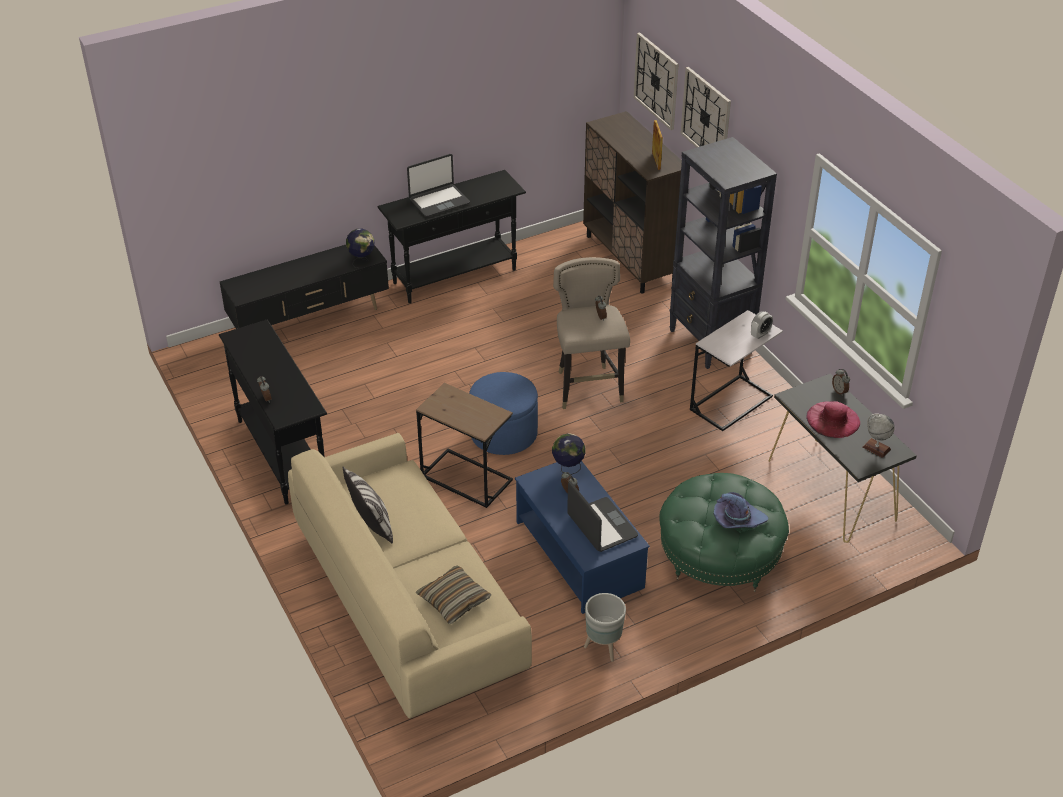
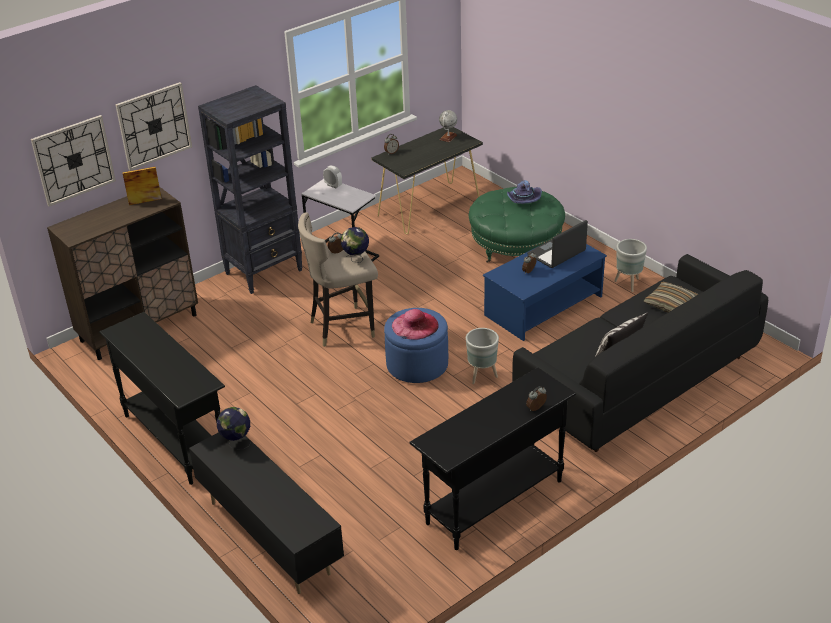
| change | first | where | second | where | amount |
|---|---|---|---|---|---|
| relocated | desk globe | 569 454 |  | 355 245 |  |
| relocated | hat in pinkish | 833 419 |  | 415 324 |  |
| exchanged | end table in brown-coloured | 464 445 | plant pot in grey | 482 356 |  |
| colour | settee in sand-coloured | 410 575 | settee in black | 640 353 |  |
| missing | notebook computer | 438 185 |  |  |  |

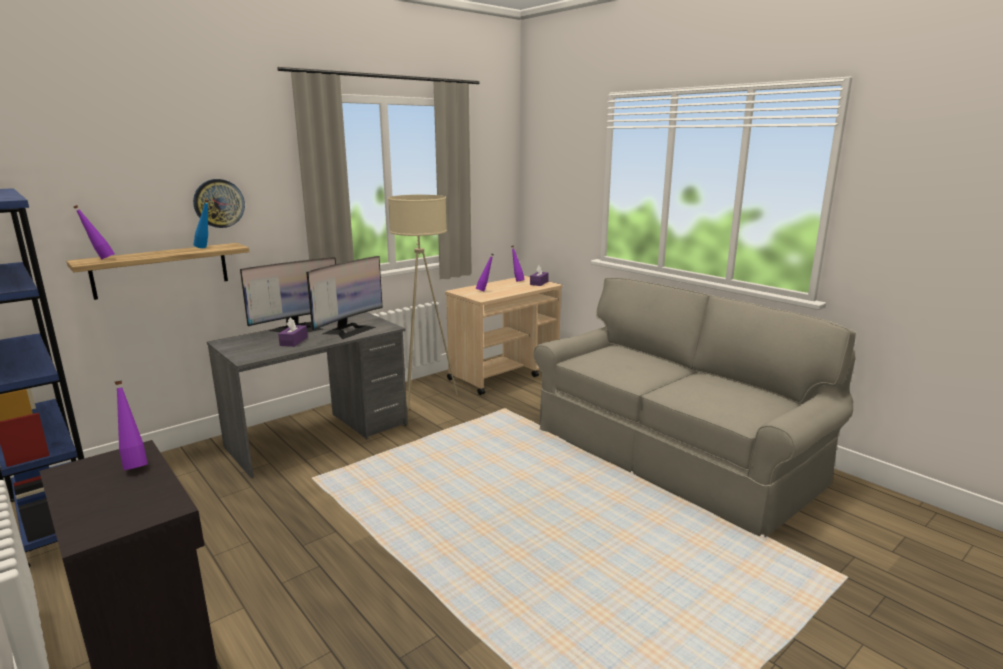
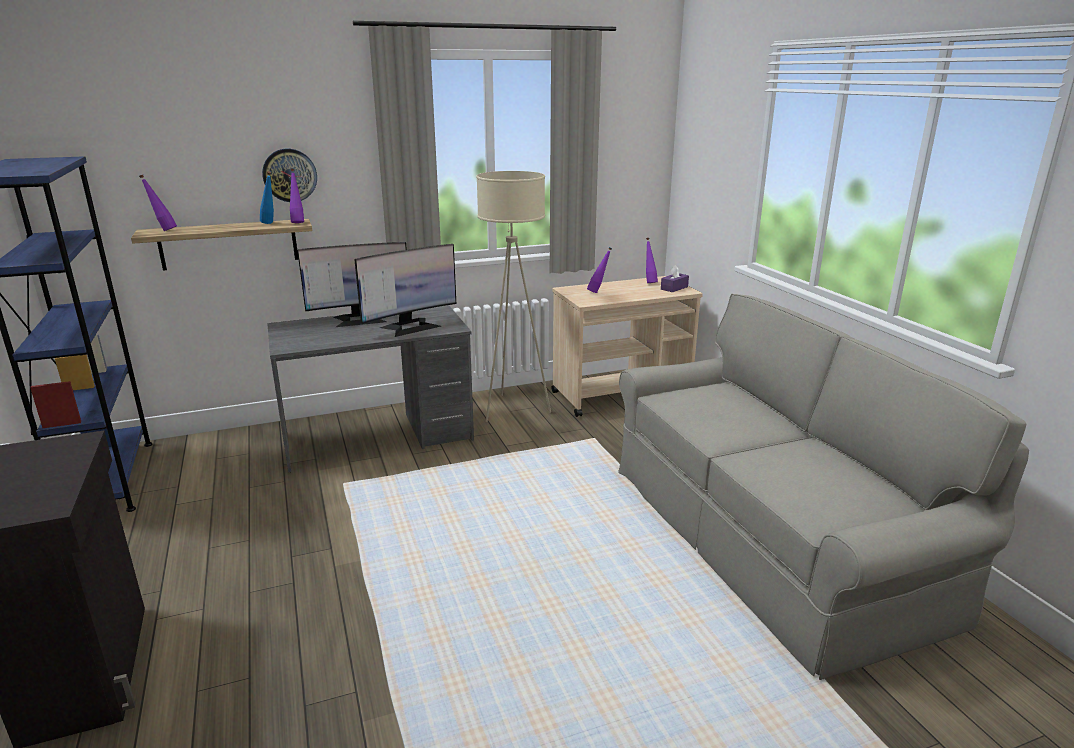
| change | first | where | second | where | amount |
|---|---|---|---|---|---|
| relocated | bottle in purple | 131 425 |  | 297 195 |  |
| missing | tissue box in purple | 293 332 |  |  |  |

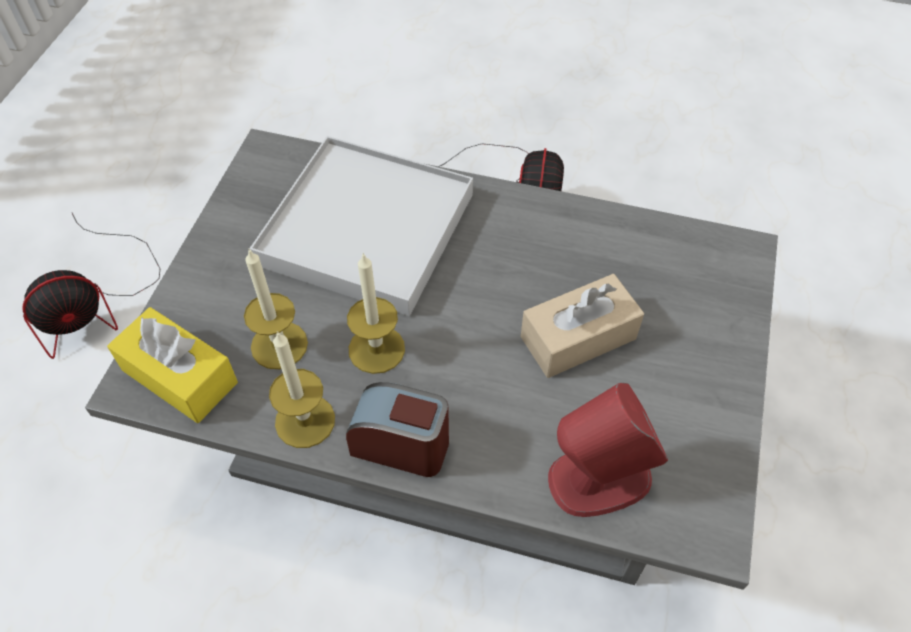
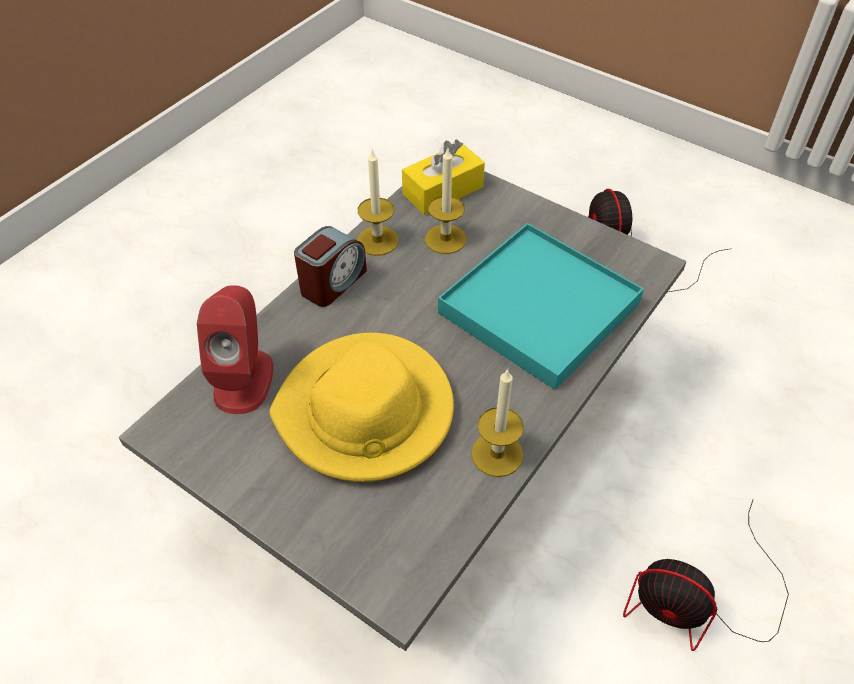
| change | first | where | second | where | amount |
|---|---|---|---|---|---|
| exchanged | tissue box in sand-coloured | 582 326 | hat in yellow-coloured | 361 407 |  |
| colour | tray in white-coloured | 361 226 | tray in blue-green | 541 306 |  |
| relocated | wax candle | 376 313 |  | 497 422 |  |

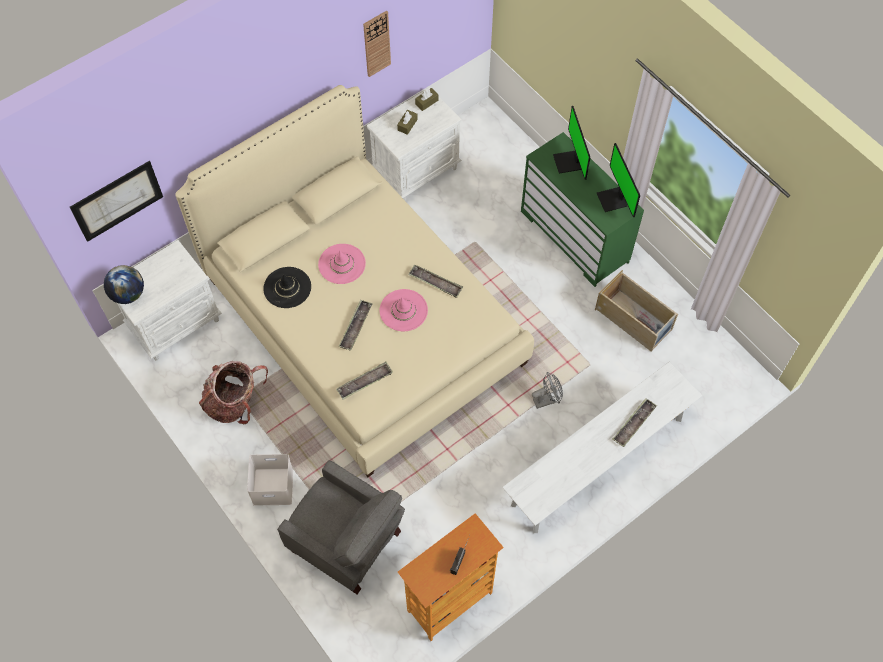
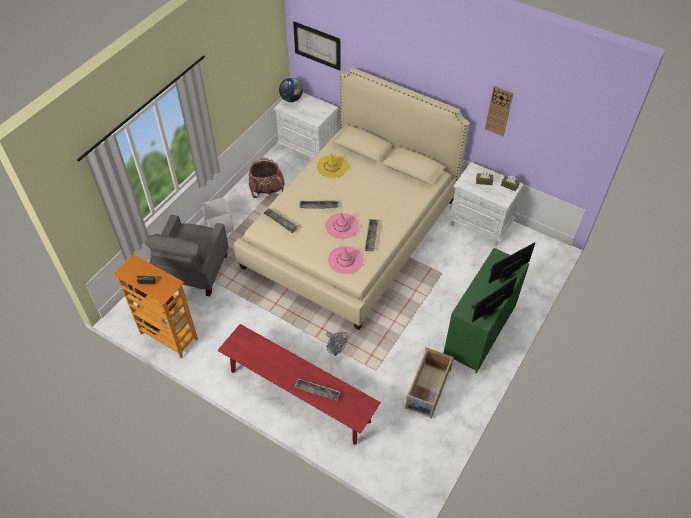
| change | first | where | second | where | amount |
|---|---|---|---|---|---|
| colour | long seat in white-coloured | 602 447 | long seat in red-coloured | 299 384 |  |
| colour | hat in black | 287 287 | hat in yellow-coloured | 332 165 |  |
| relocated | hat in pinkish | 342 264 |  | 345 260 |  |

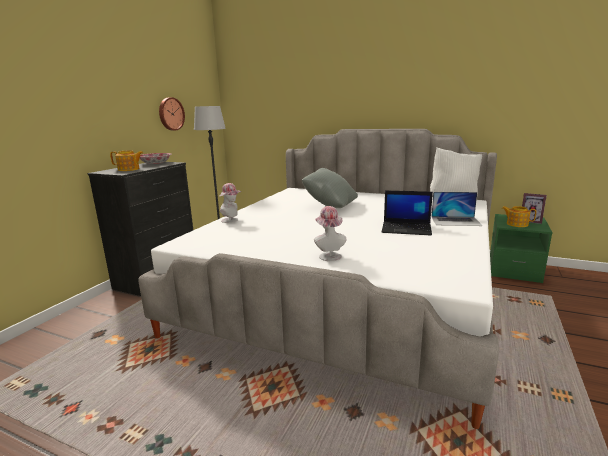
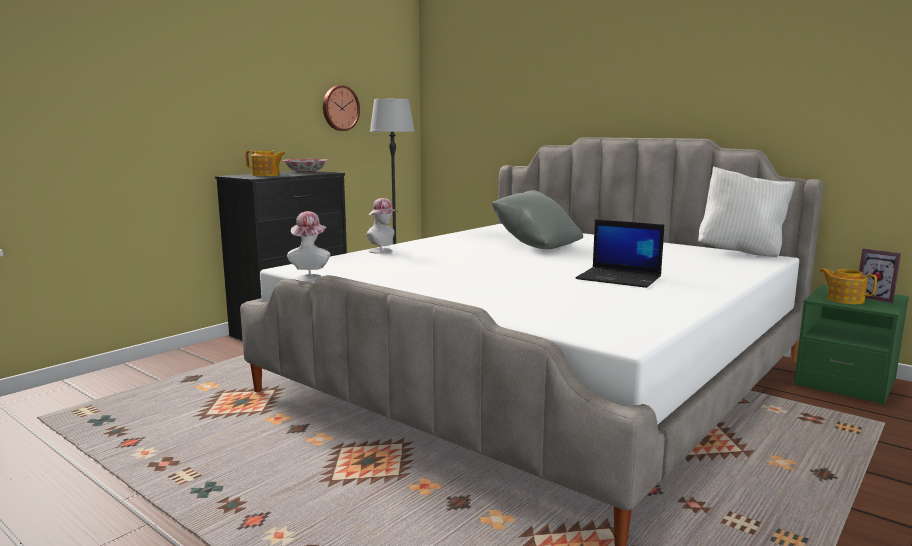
| change | first | where | second | where | amount |
|---|---|---|---|---|---|
| relocated | hat | 330 233 |  | 308 246 |  |
| missing | notebook computer | 456 209 |  |  |  |

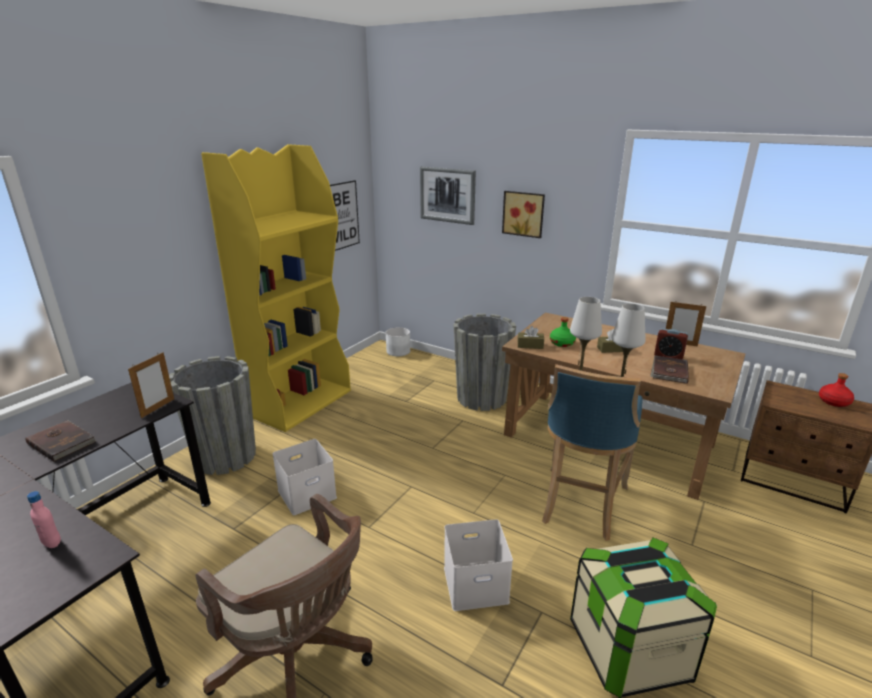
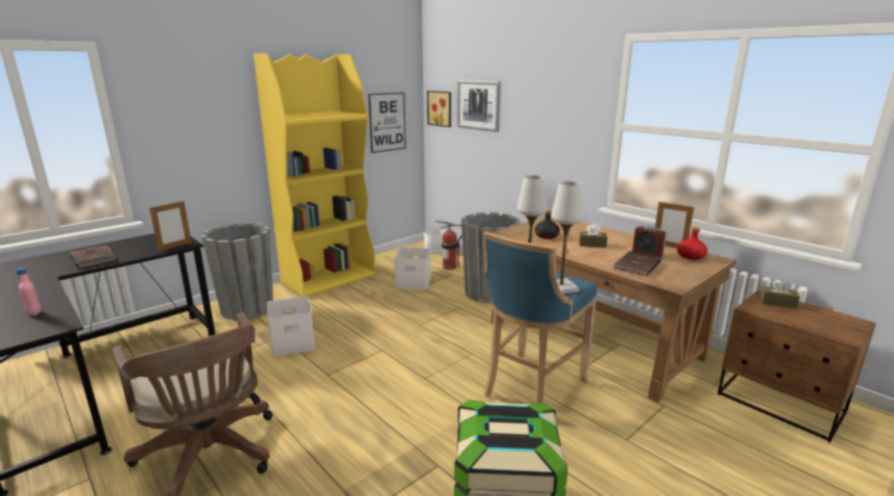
| change | first | where | second | where | amount |
|---|---|---|---|---|---|
| relocated | storage bin in white-coloured | 478 565 |  | 412 268 |  |
| relocated | wall art | 523 214 |  | 439 109 |  |
| appeared |  |  | extinguisher | 449 245 |  |
| colour | bottle in green | 563 332 | bottle in black | 547 224 |  |
| relocated | bottle in red-coloured | 836 390 |  | 692 243 |  |
| relocated | tissue box in brown-coloured | 531 337 |  | 780 294 |  |

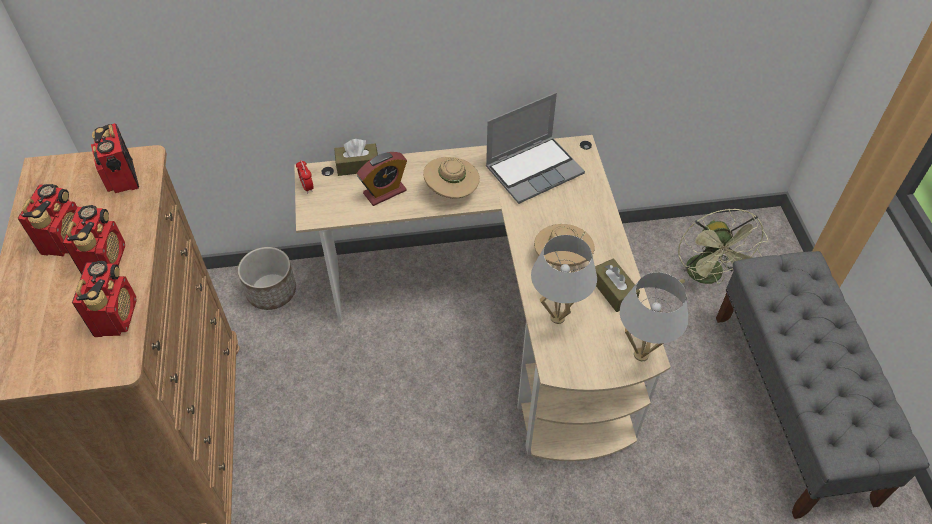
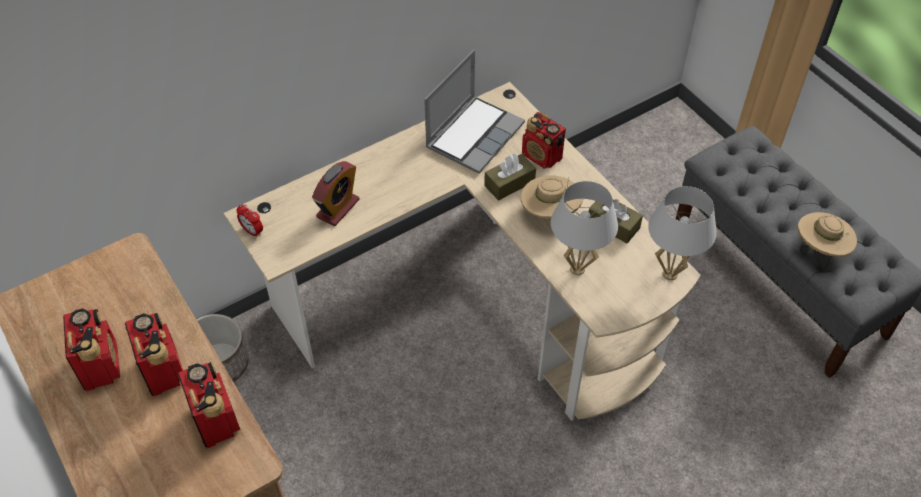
| change | first | where | second | where | amount |
|---|---|---|---|---|---|
| relocated | tissue box in brown-coloured | 356 157 |  | 510 177 |  |
| relocated | radio set | 115 158 |  | 544 140 |  |
| relocated | hat in sand-coloured | 451 178 |  | 827 234 |  |
| missing | electric fan in green | 723 246 |  |  |  |

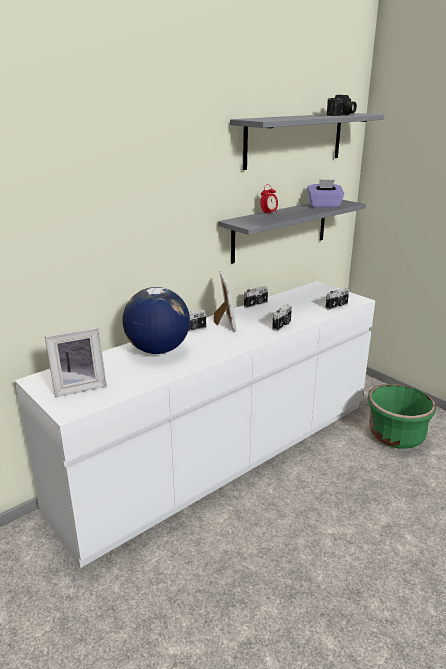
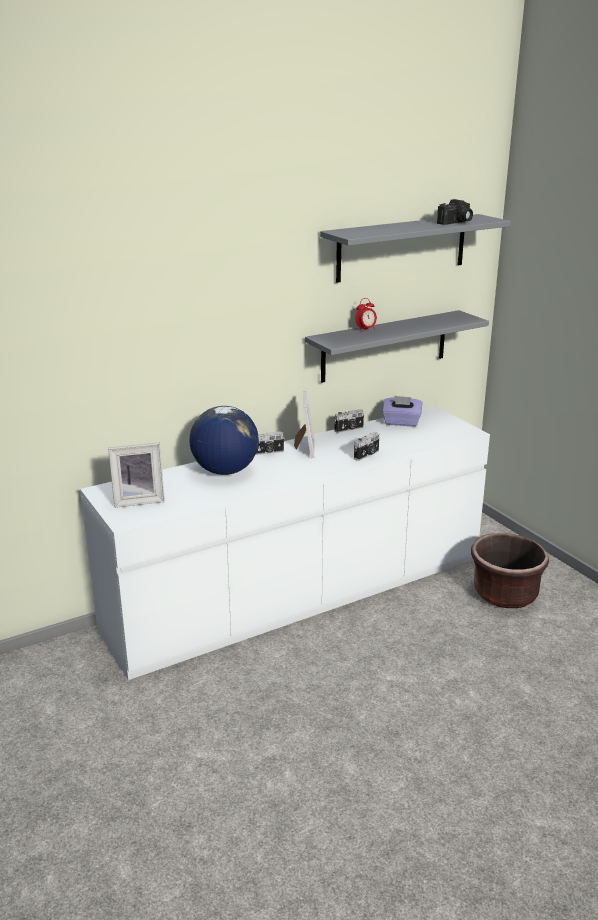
| change | first | where | second | where | amount |
|---|---|---|---|---|---|
| relocated | tissue box in purple | 325 193 |  | 403 411 |  |
| colour | plant pot in green | 401 416 | plant pot in brown-coloured | 510 570 |  |
| missing | photo camera | 337 298 |  |  |  |

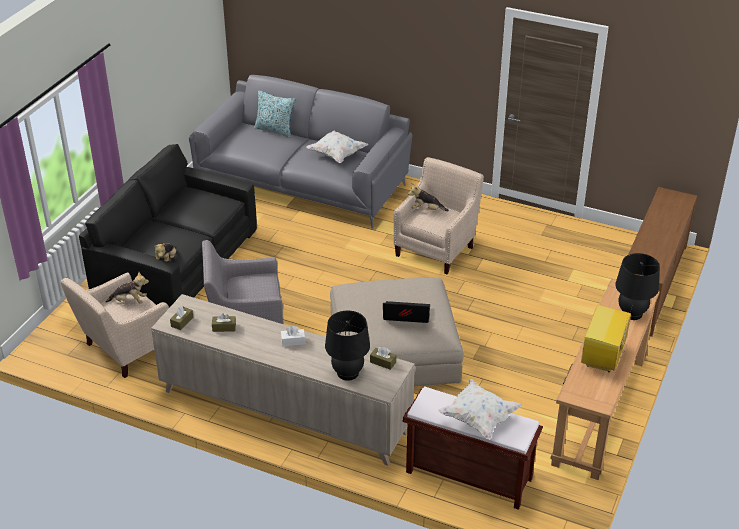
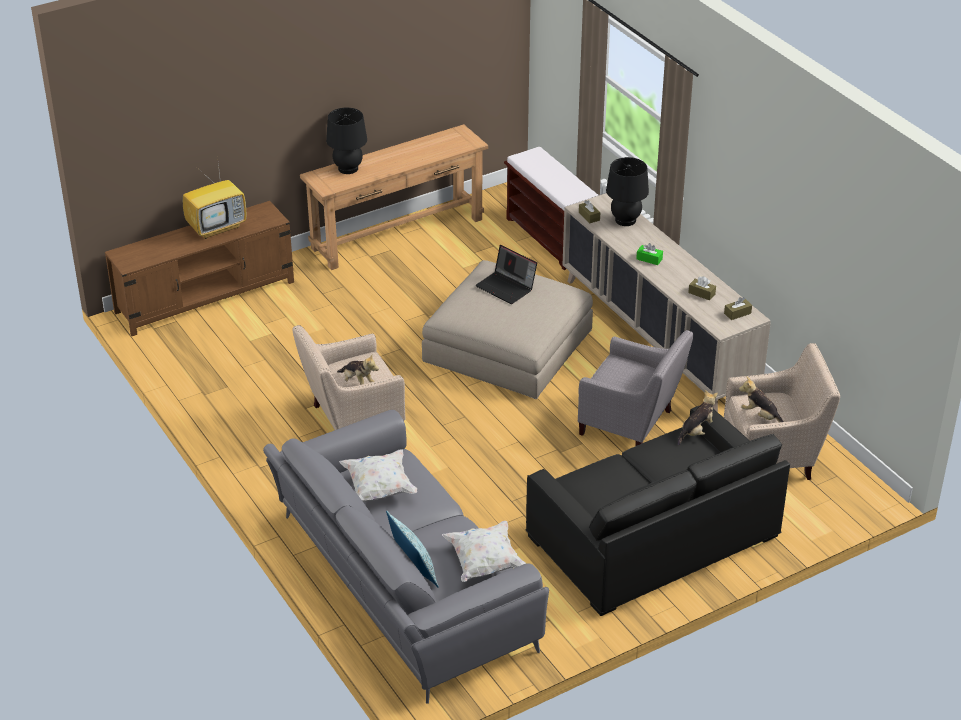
| change | first | where | second | where | amount |
|---|---|---|---|---|---|
| relocated | television | 606 338 |  | 214 197 |  |
| relocated | cushion in white-coloured | 480 409 |  | 484 551 |  |
| colour | tissue box in white-coloured | 293 336 | tissue box in green | 649 254 |  |

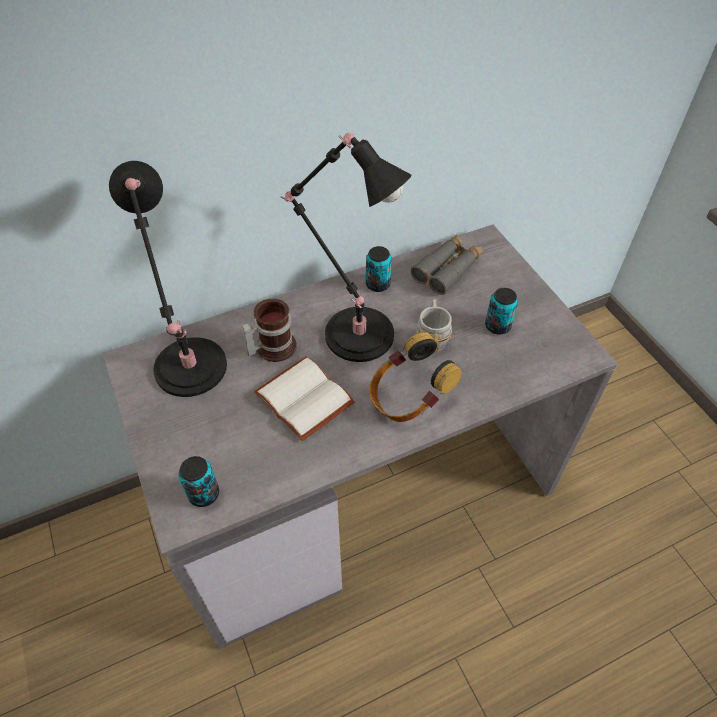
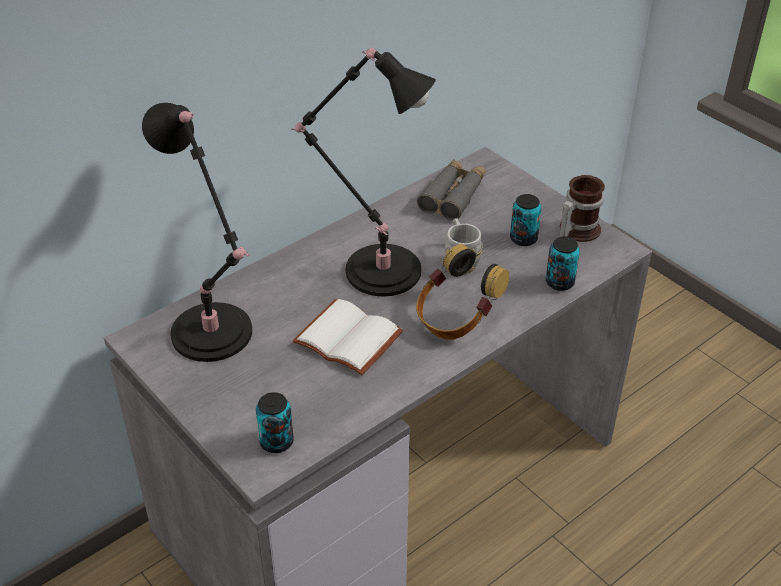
| change | first | where | second | where | amount |
|---|---|---|---|---|---|
| relocated | can | 379 269 |  | 563 264 |  |
| relocated | coffee mug | 269 330 |  | 582 208 |  |

